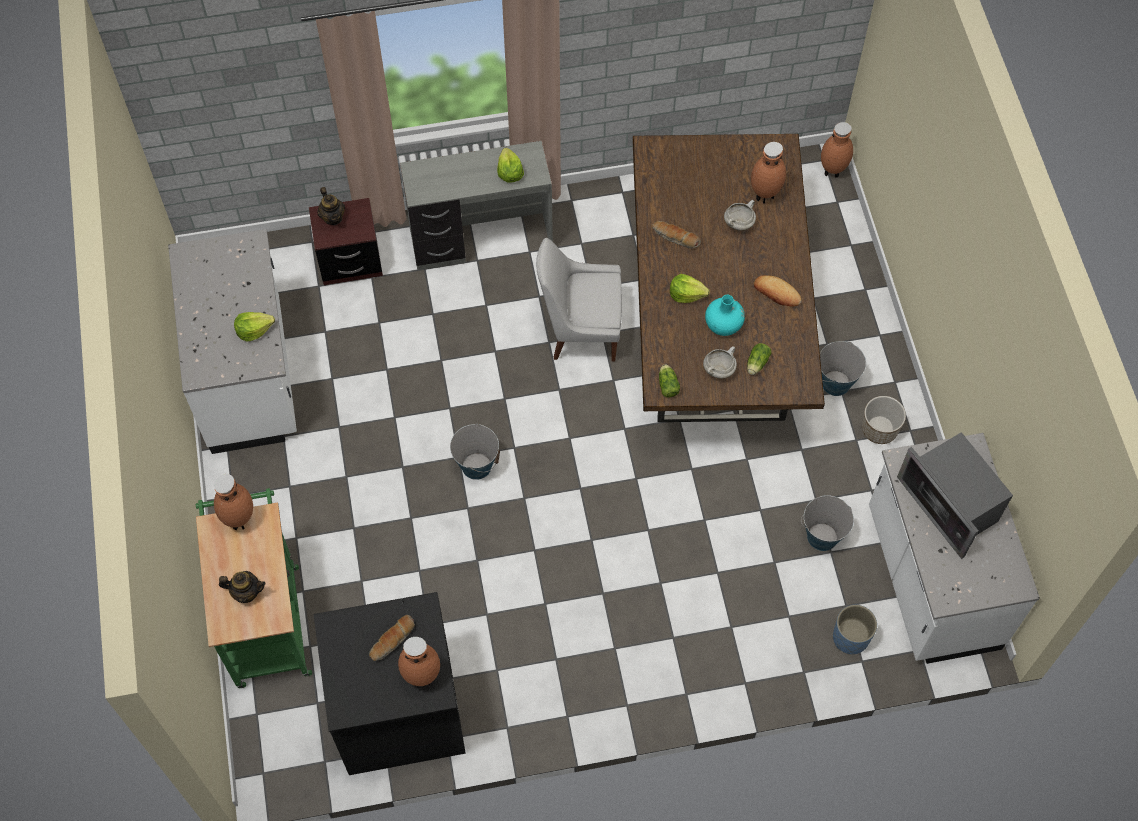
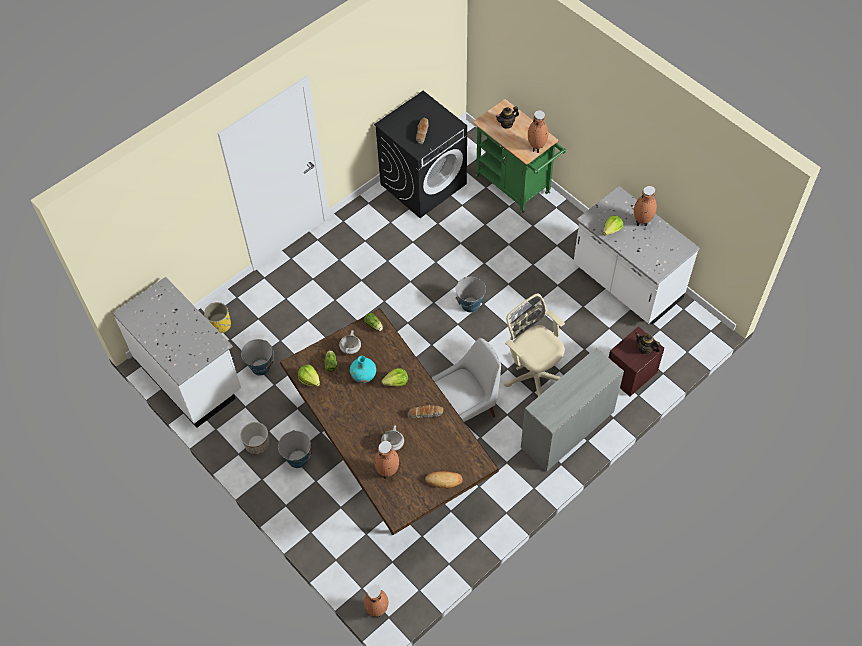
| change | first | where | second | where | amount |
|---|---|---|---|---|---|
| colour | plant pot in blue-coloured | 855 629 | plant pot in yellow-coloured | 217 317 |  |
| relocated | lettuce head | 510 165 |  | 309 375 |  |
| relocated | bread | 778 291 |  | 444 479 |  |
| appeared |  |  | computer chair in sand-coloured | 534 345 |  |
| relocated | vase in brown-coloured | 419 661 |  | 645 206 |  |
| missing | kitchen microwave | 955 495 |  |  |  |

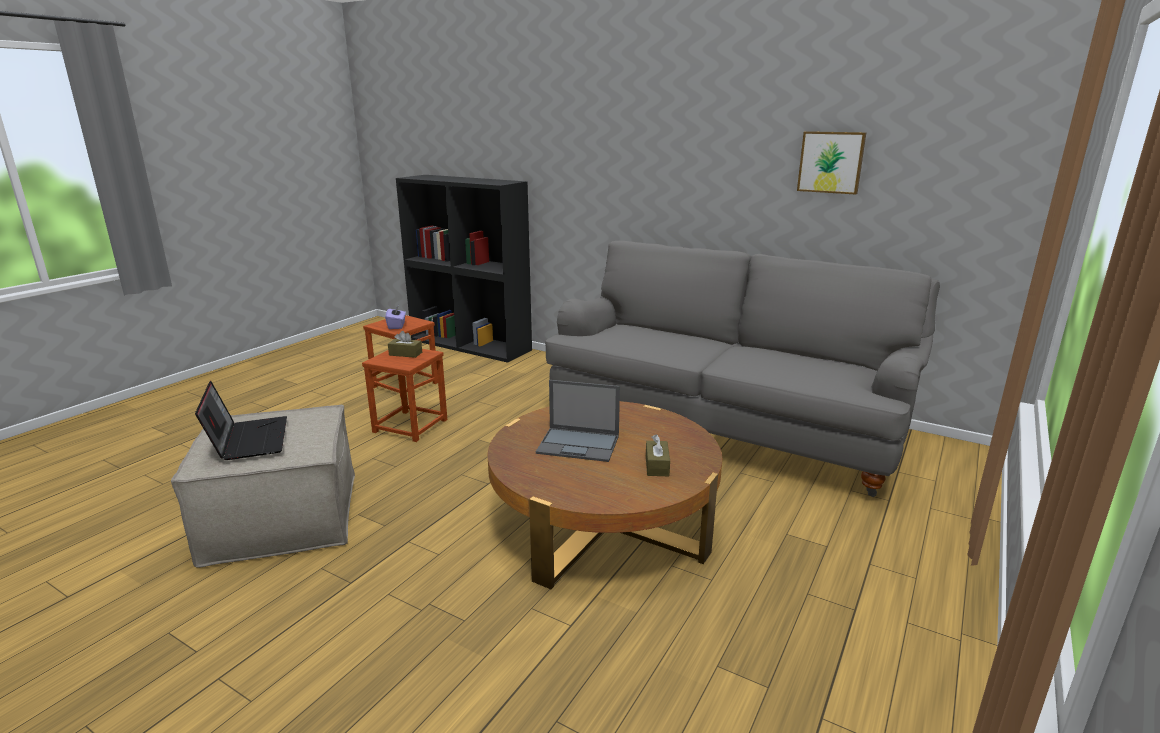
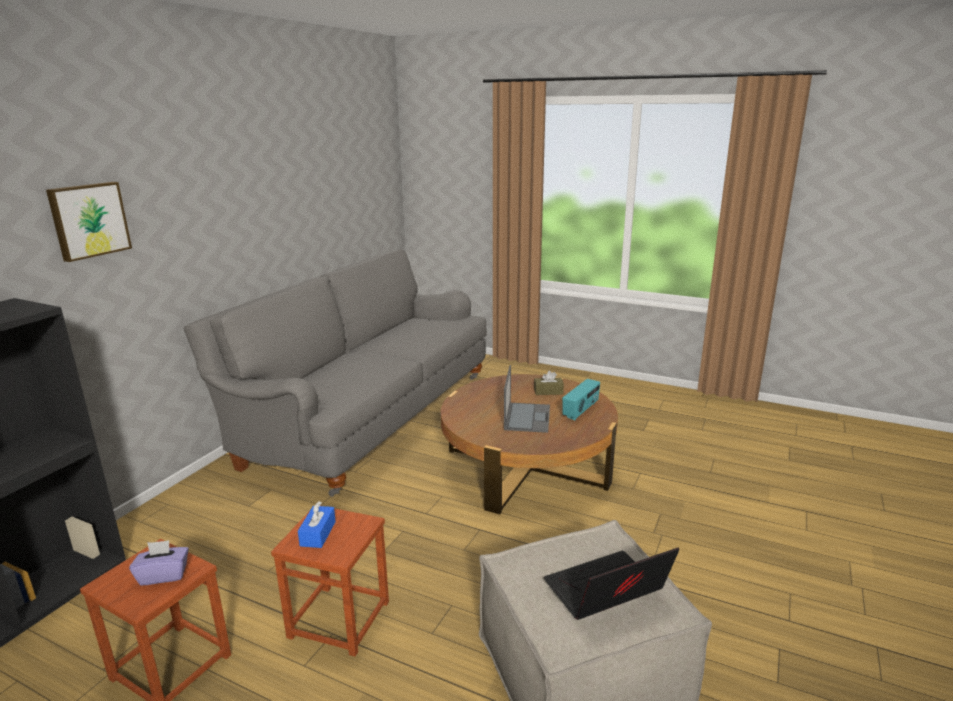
| change | first | where | second | where | amount |
|---|---|---|---|---|---|
| relocated | wall art | 831 163 |  | 89 222 |  |
| colour | tissue box in brown-coloured | 405 344 | tissue box in blue-coloured | 317 524 |  |
| appeared |  |  | radio set | 581 399 |  |

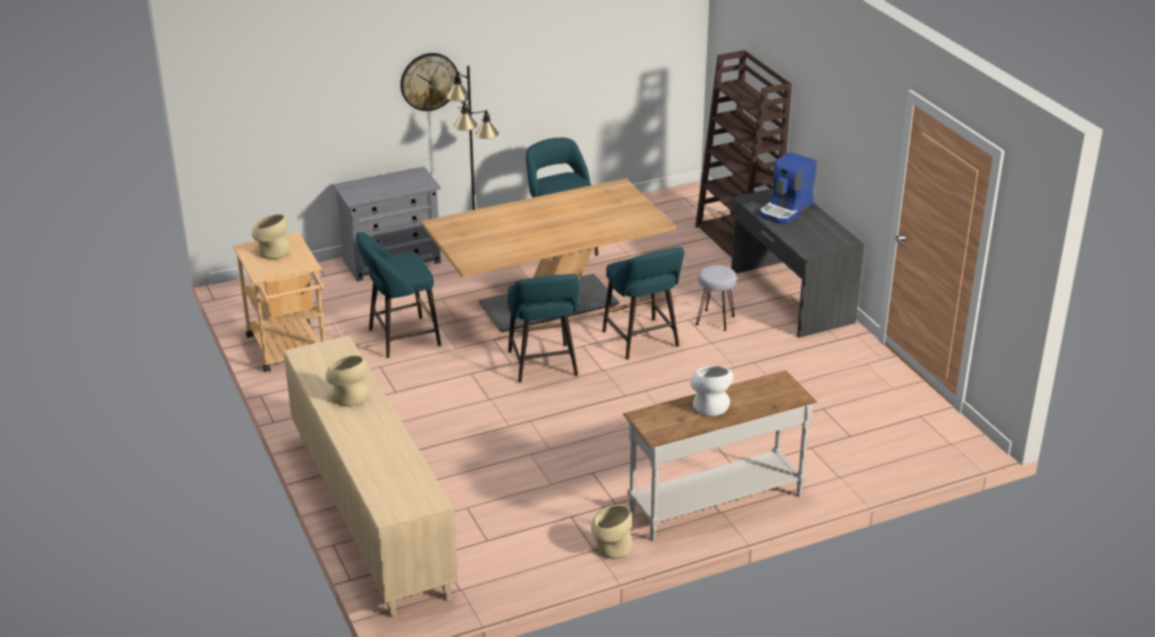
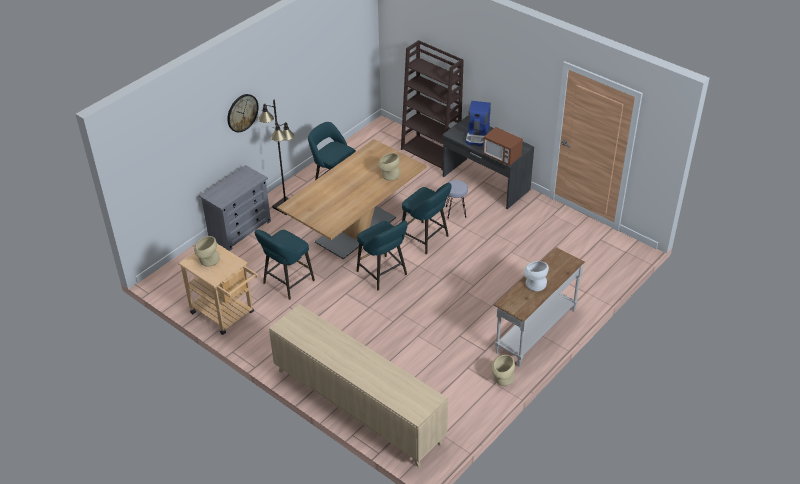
| change | first | where | second | where | amount |
|---|---|---|---|---|---|
| relocated | vase in sand-coloured | 347 380 |  | 389 167 |  |
| appeared |  |  | kitchen microwave | 503 146 |  |

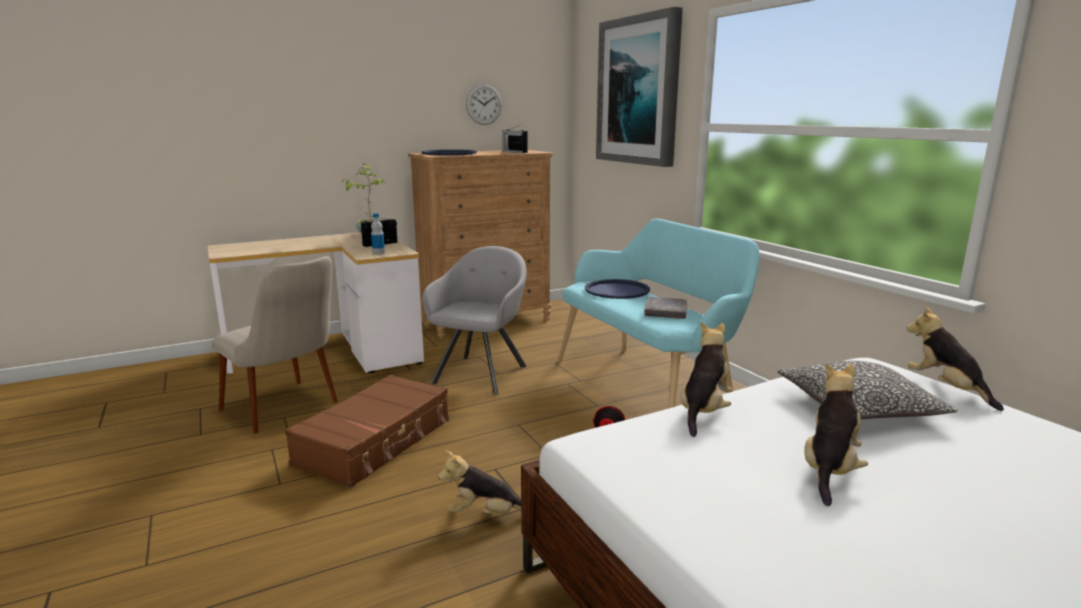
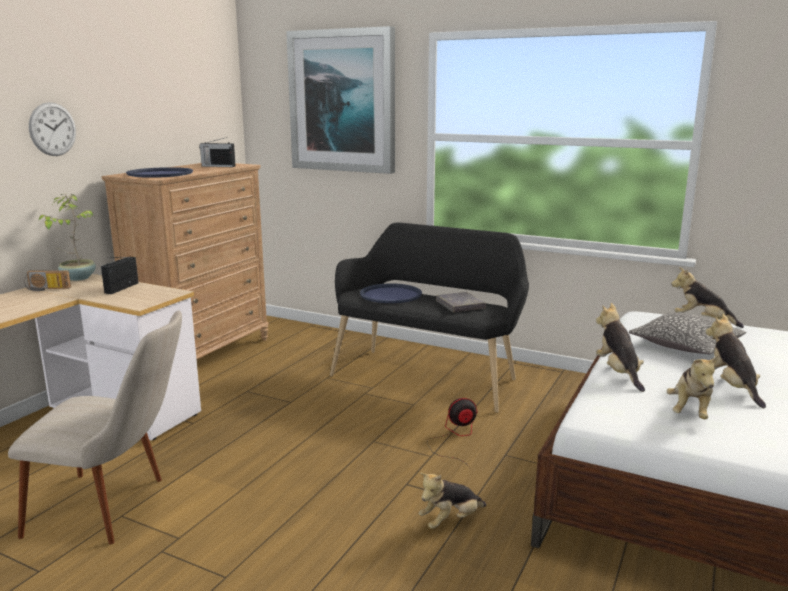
| change | first | where | second | where | amount |
|---|---|---|---|---|---|
| appeared |  |  | radio set | 47 280 |  |
| relocated | clock on the wall | 484 104 |  | 52 129 |  |
| colour | long seat in blue-green | 658 314 | long seat in black | 429 317 |  |
| appeared |  |  | plush toy | 692 387 |  |
| missing | suitcase in brown-coloured | 367 431 |  |  |  |
| missing | bottle | 378 234 |  |  |  |
| missing | easy chair in grey | 474 320 |  |  |  |

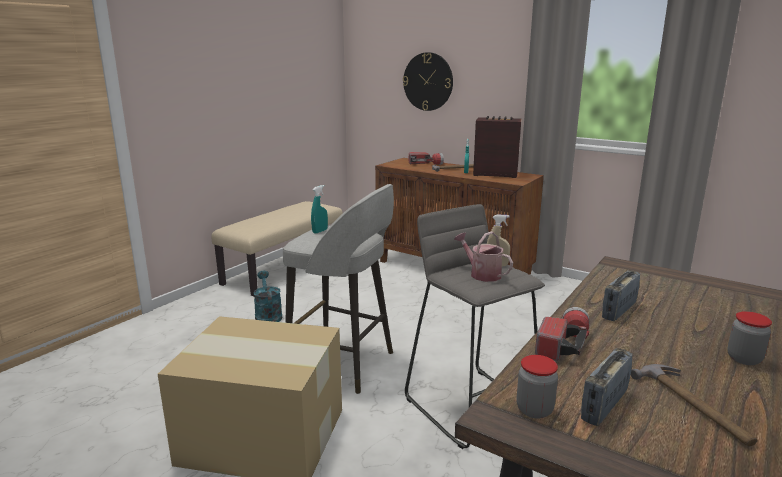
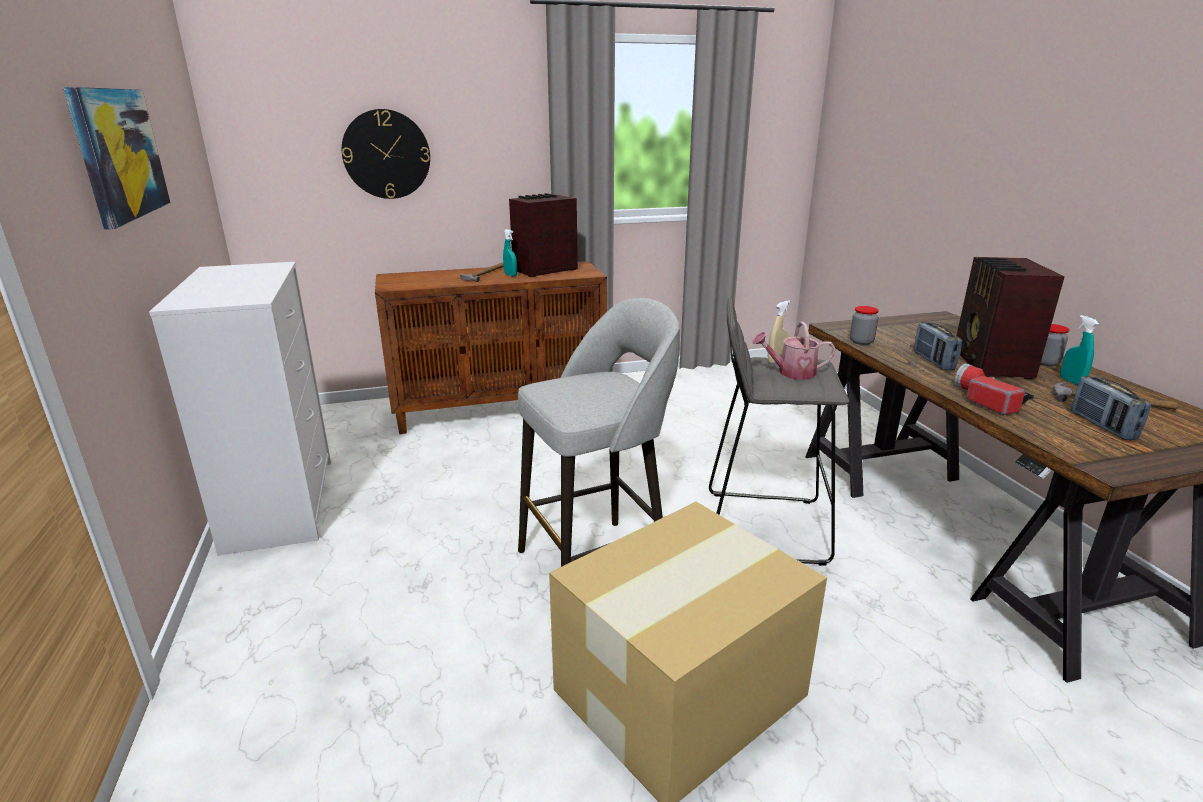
| change | first | where | second | where | amount |
|---|---|---|---|---|---|
| appeared |  |  | wall art | 116 158 |  |
| exchanged | long seat in sand-coloured | 277 248 | dresser in white-coloured | 240 408 |  |
| relocated | jar | 537 387 |  | 864 325 |  |
| appeared |  |  | radio set | 1010 318 |  |
| relocated | hand sprayer in blue-green | 319 209 |  | 1079 350 |  |
| missing | watering can in blue-green | 267 296 |  |  |  |
| missing | hand torch | 426 158 |  |  |  |

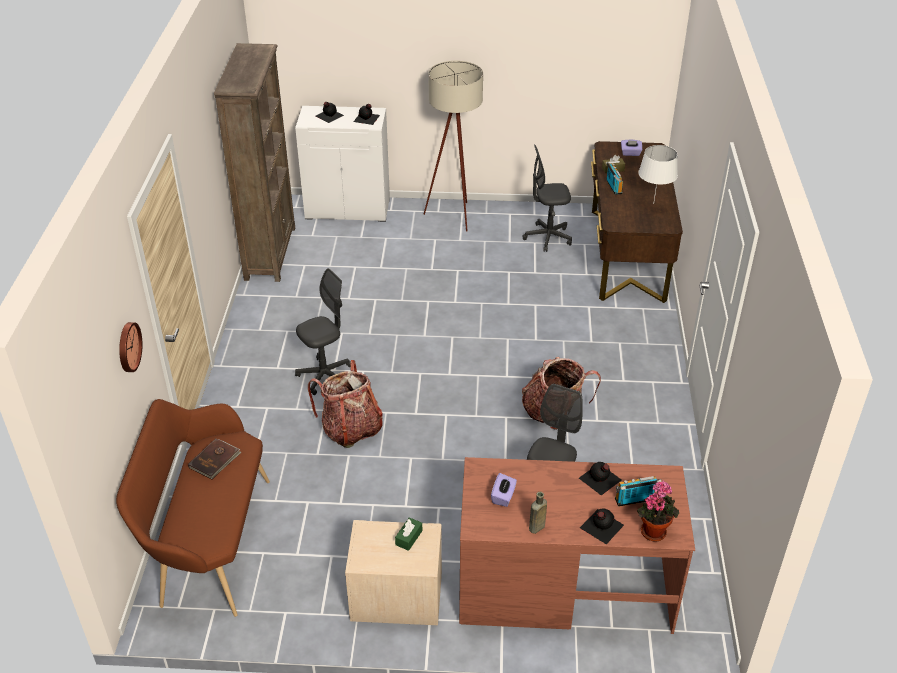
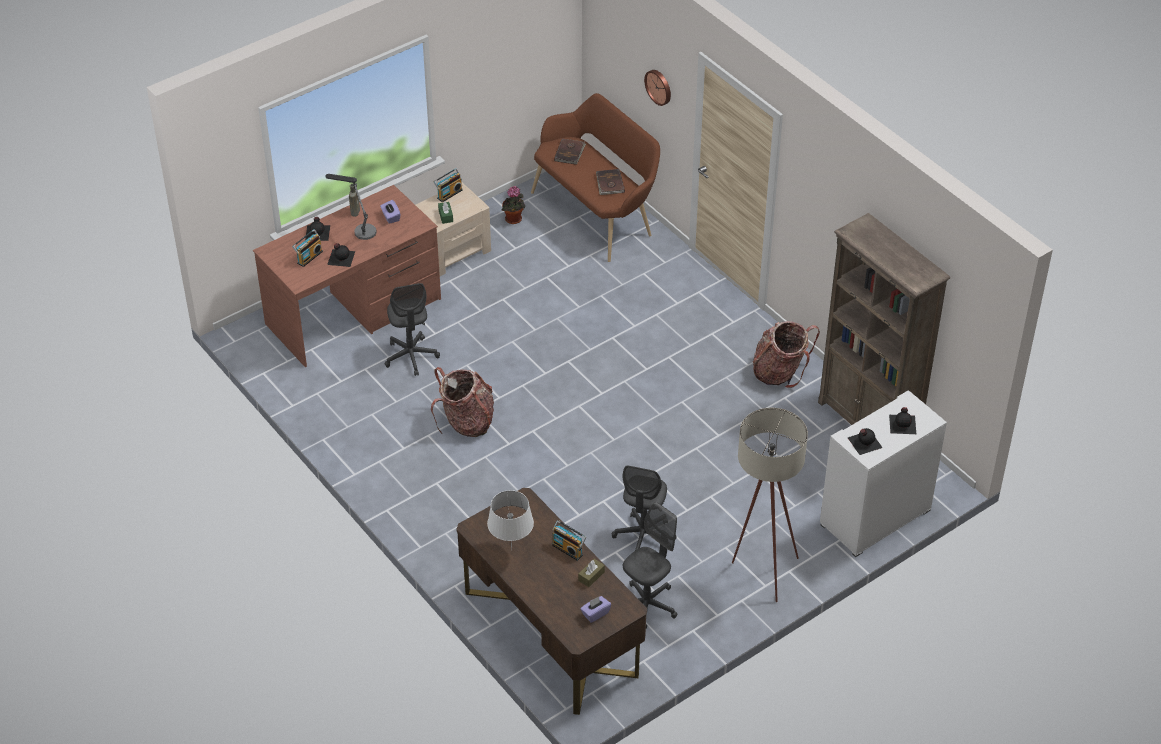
| change | first | where | second | where | amount |
|---|---|---|---|---|---|
| appeared |  |  | tabletop lamp | 351 207 |  |
| appeared |  |  | radio set | 448 185 |  |
| relocated | houseplant | 658 511 |  | 513 205 |  |
| appeared |  |  | volume in brown-coloured | 570 152 |  |
| relocated | computer chair in grey | 323 331 |  | 640 508 |  |
| relocated | backpack | 345 404 |  | 786 354 |  |

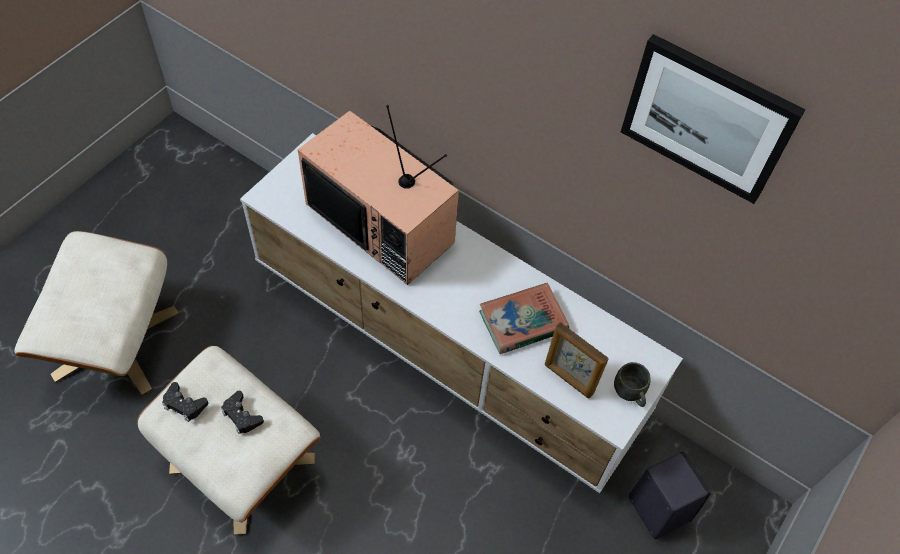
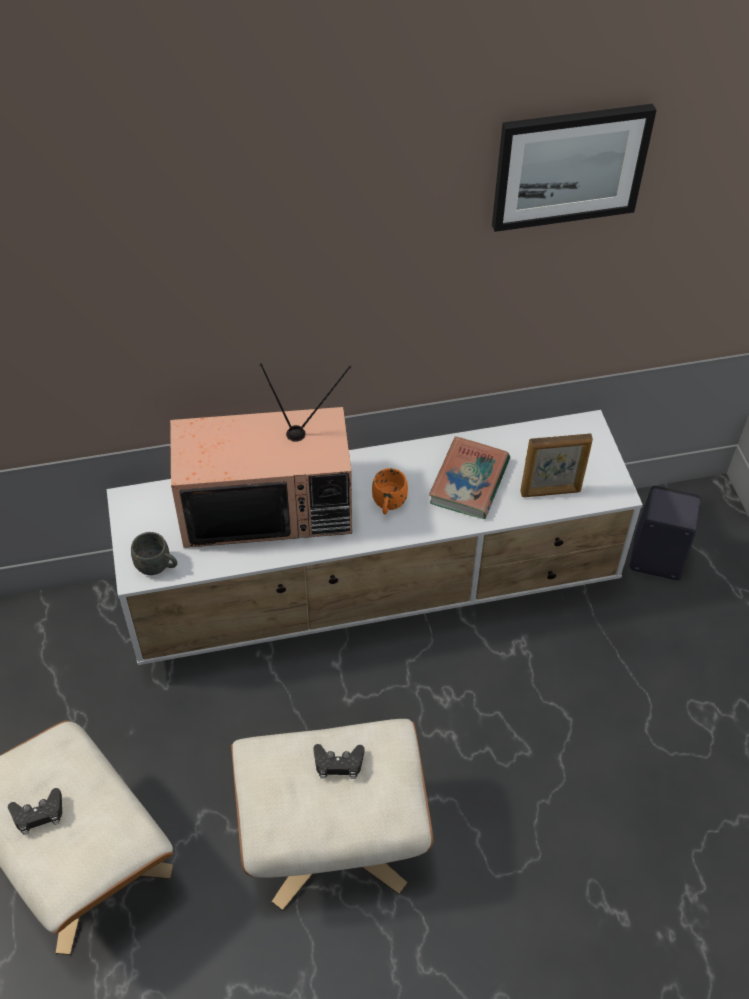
| change | first | where | second | where | amount |
|---|---|---|---|---|---|
| relocated | joypad in black | 185 402 |  | 35 811 |  |
| relocated | coffee mug in grey | 632 384 |  | 154 553 |  |
| appeared |  |  | coffee mug in orange-coloured | 390 491 |  |

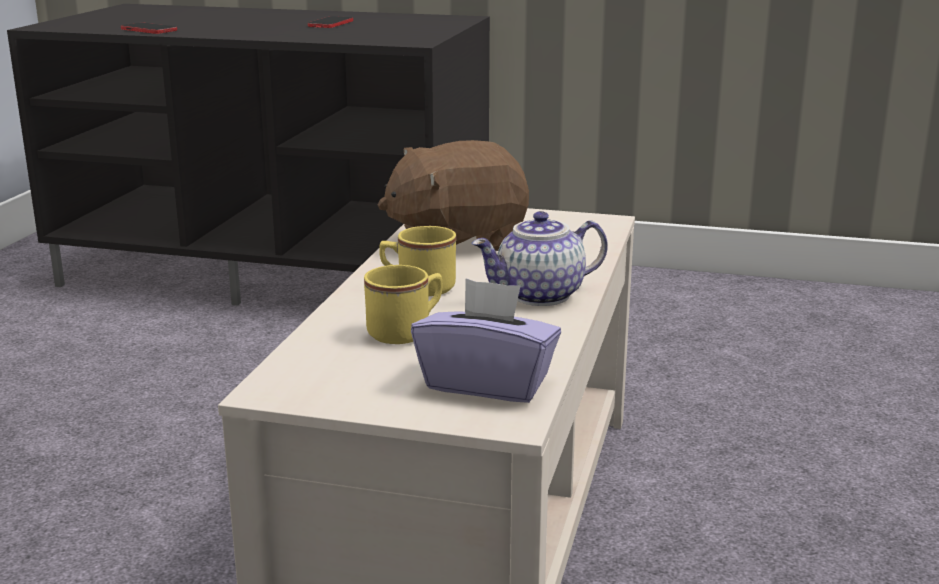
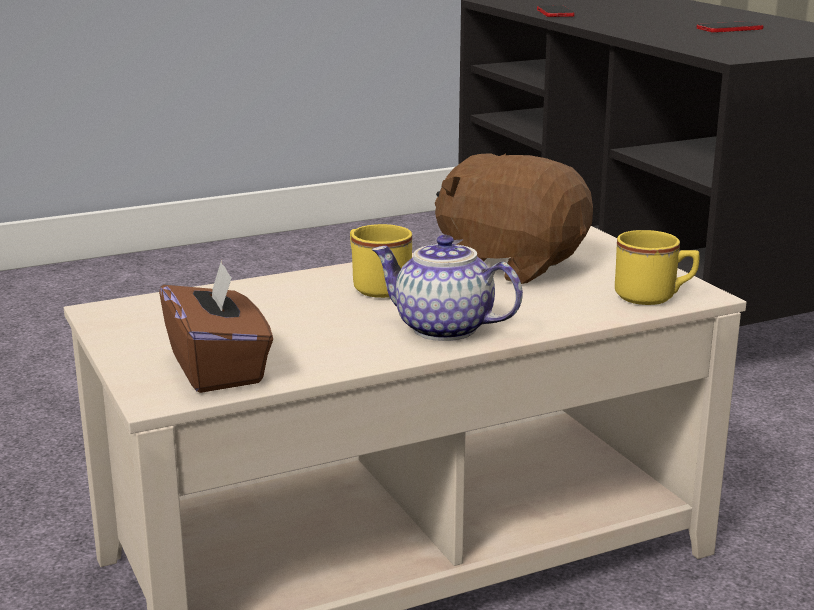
| change | first | where | second | where | amount |
|---|---|---|---|---|---|
| colour | tissue box in purple | 486 340 | tissue box in brown-coloured | 216 326 |  |
| relocated | coffee mug in yellow-coloured | 403 304 |  | 657 267 |  |

